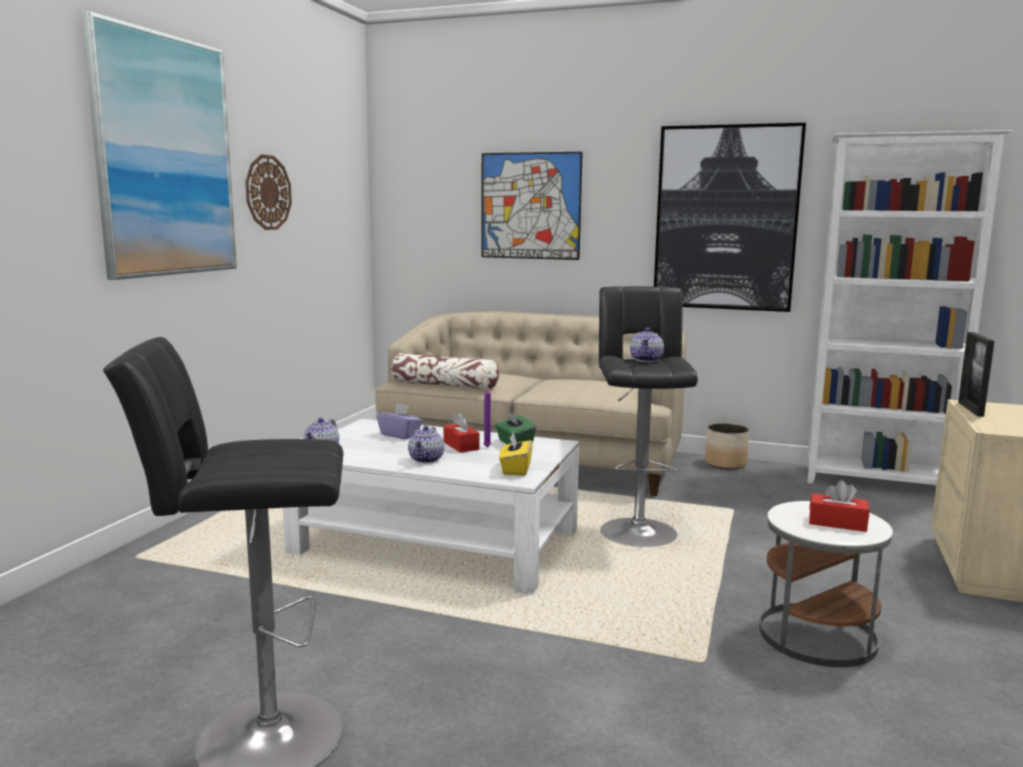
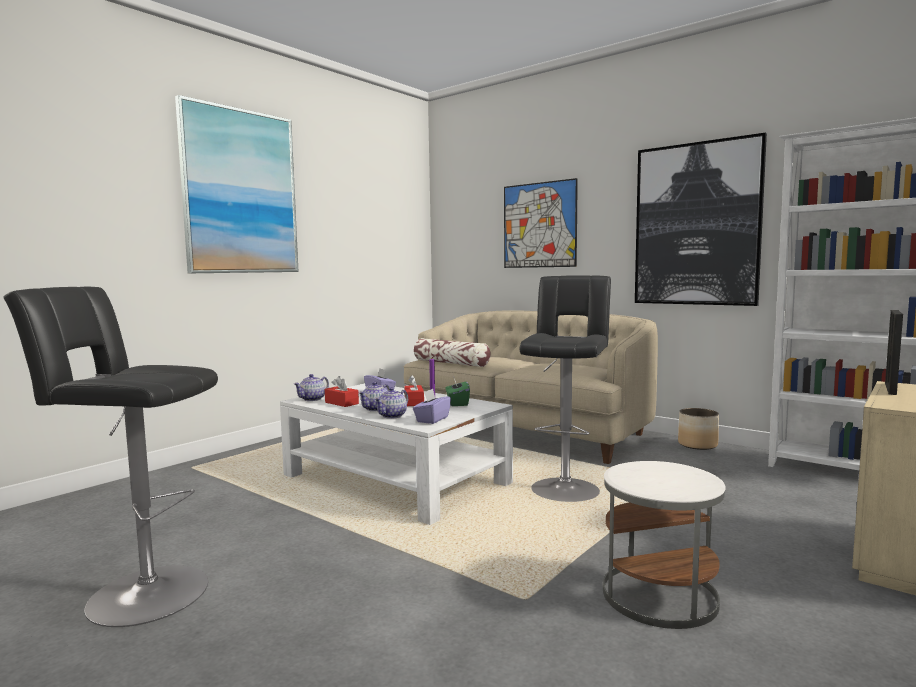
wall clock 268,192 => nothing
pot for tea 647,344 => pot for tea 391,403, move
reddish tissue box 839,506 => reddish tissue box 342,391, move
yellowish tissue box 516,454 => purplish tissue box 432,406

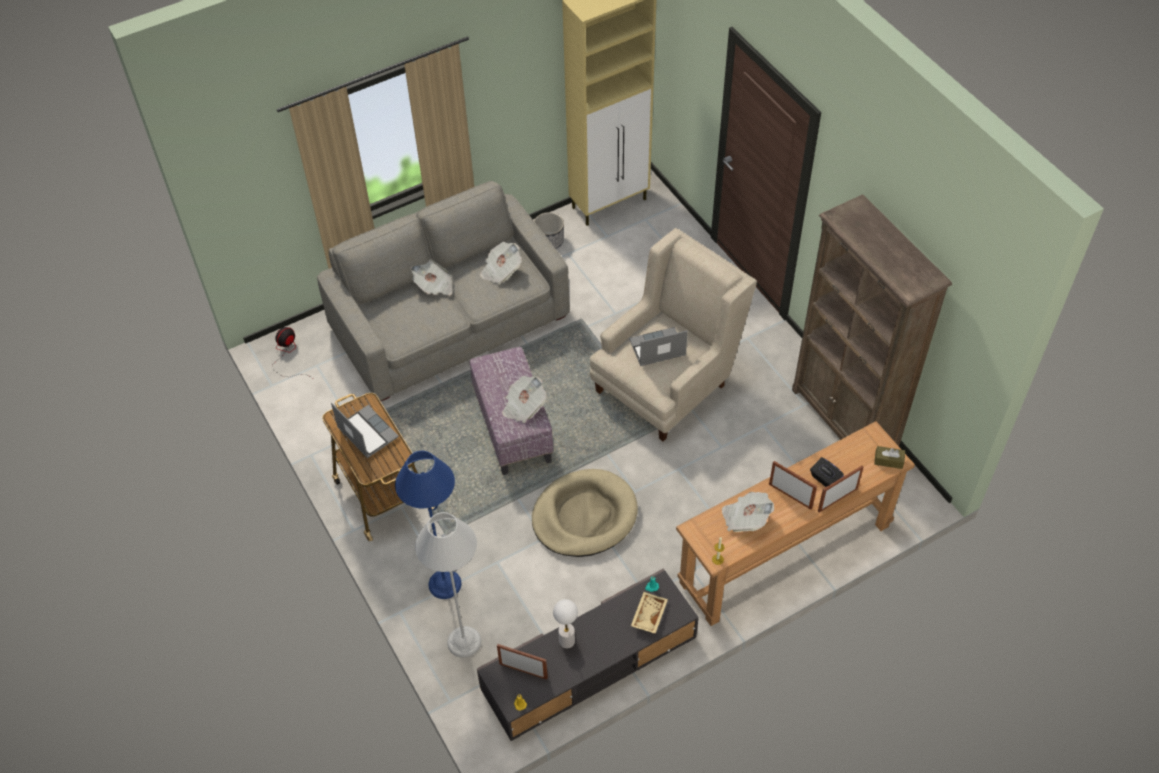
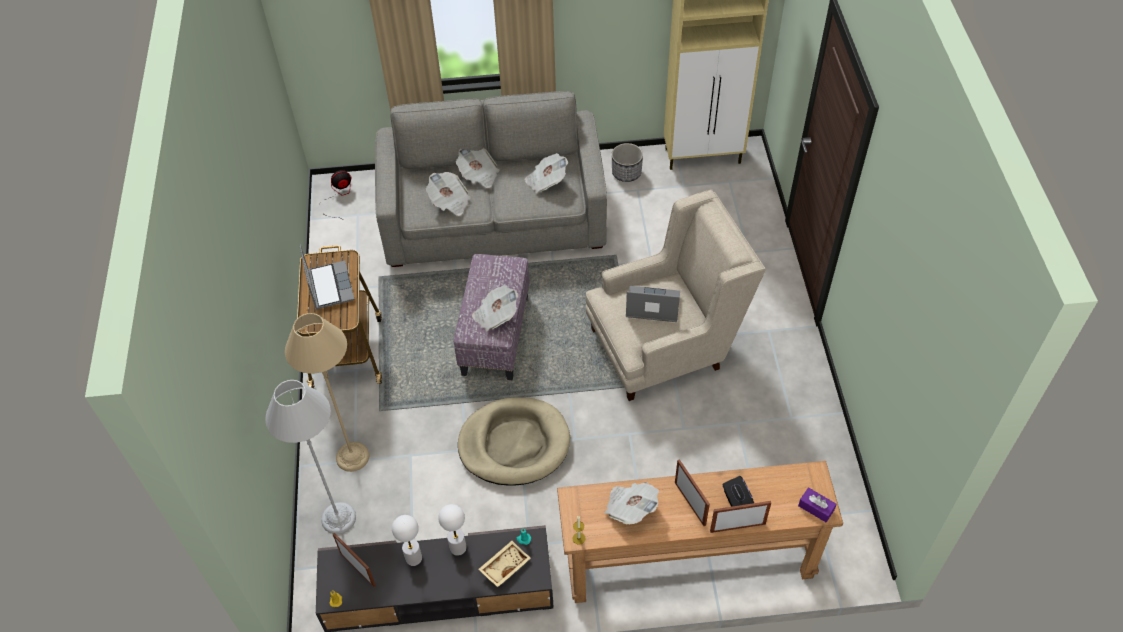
brown-coloured bookshelf 872,320 => nothing
nothing => newspaper 448,194
nothing => whitish tabletop lamp 452,530
blue-coloured standard lamp 428,525 => beige-coloured standard lamp 327,392
brown-coloured tissue box 889,457 => purplish tissue box 817,505

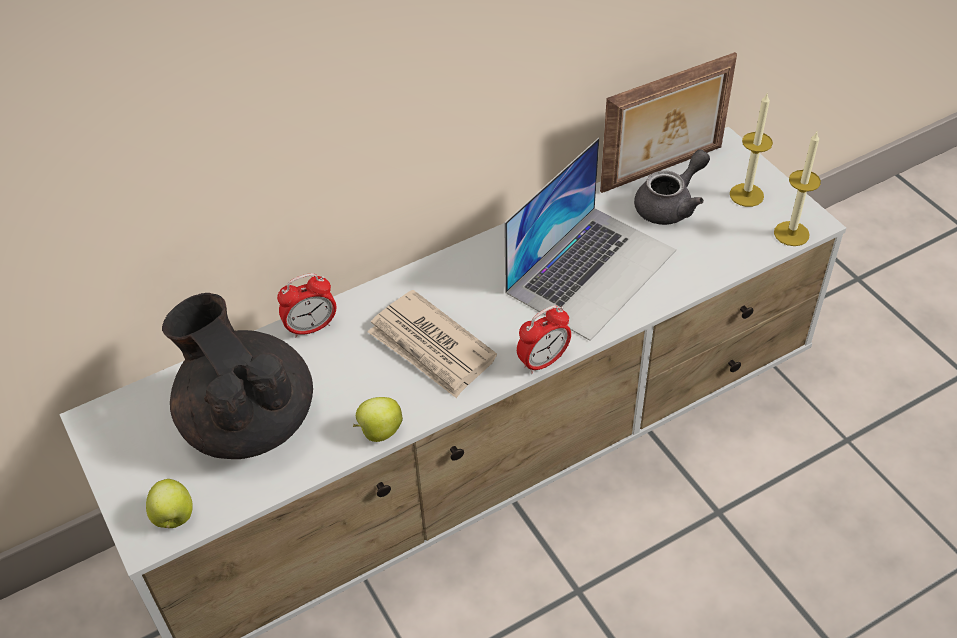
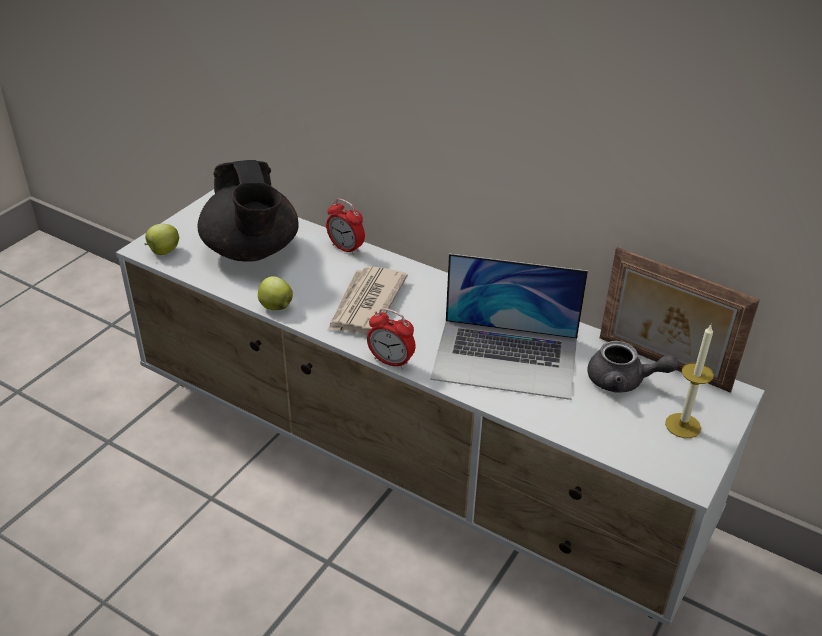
wax candle 797,189 => nothing
black-coloured pot for tea 237,376 => black-coloured pot for tea 248,211, 135 degrees clockwise

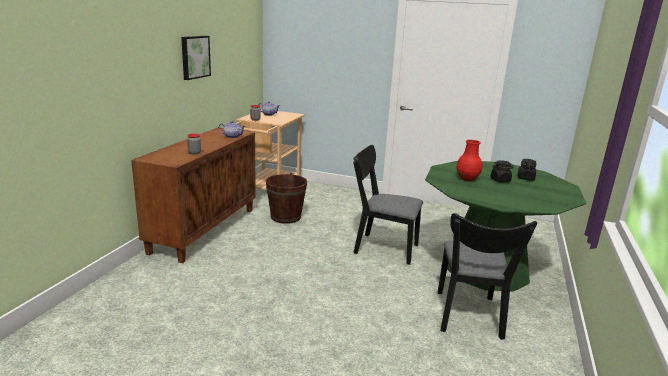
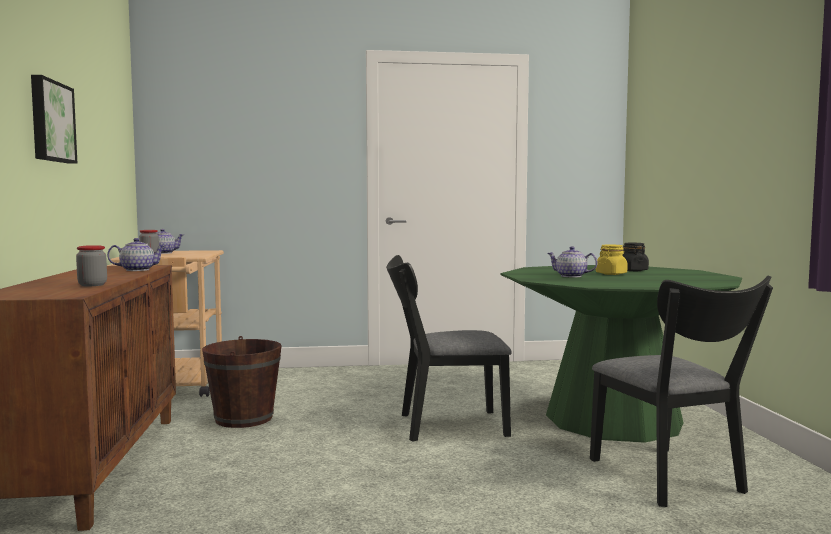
reddish flower vase 469,160 => pot for tea 572,261
black-coloured storage jar 502,171 => yellowish storage jar 612,260

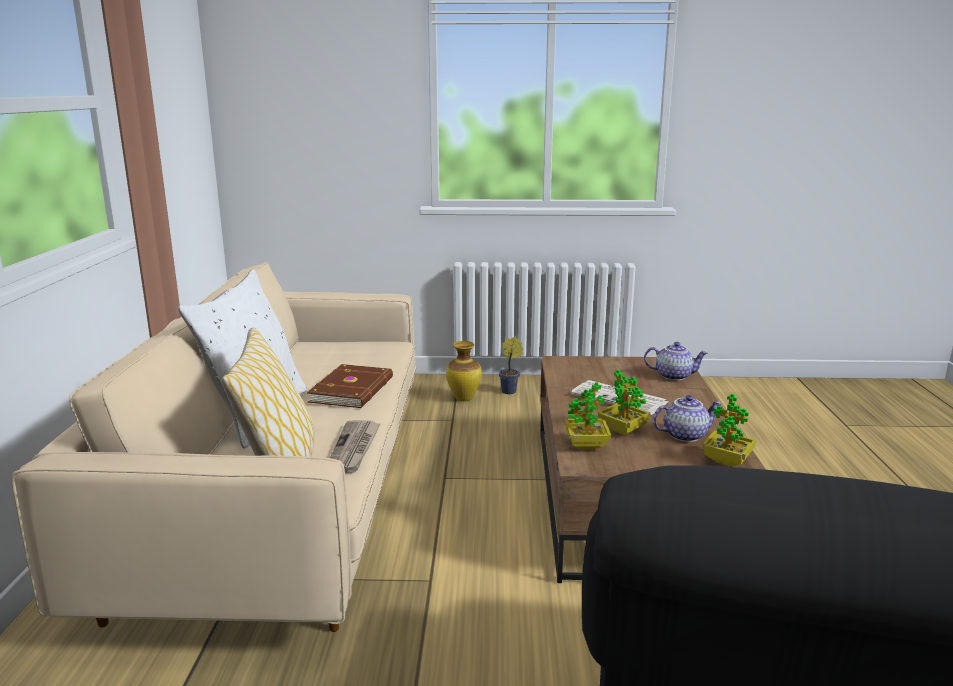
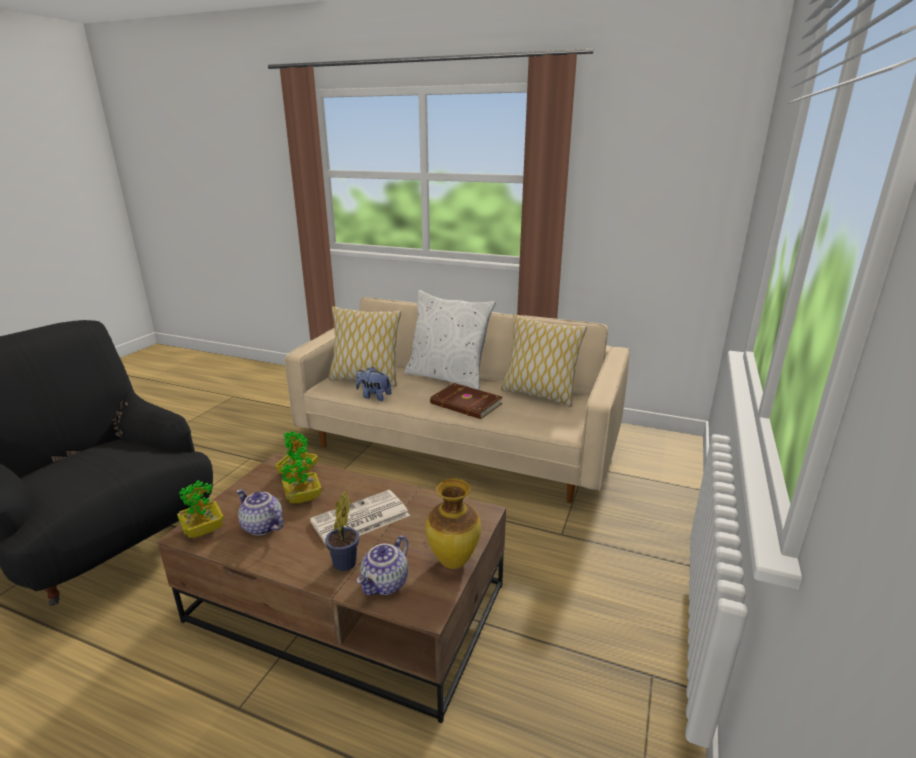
nothing => pillow 544,360
flower vase 464,371 => flower vase 453,523, move
plant in a pot 511,365 => plant in a pot 342,530, move
newspaper 355,446 => cuddly toy 373,384
pot for tea 687,418 => pot for tea 260,512, 120 degrees clockwise

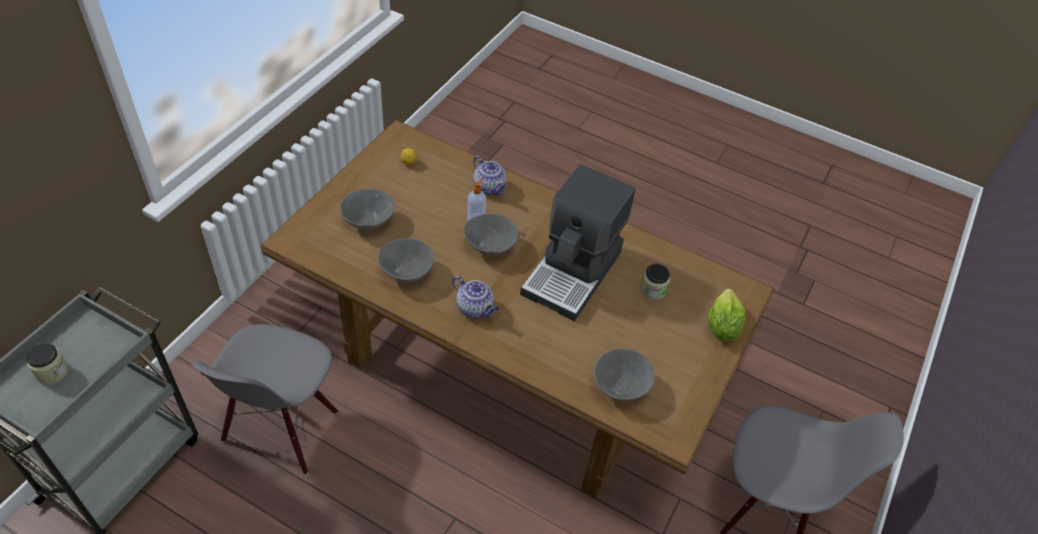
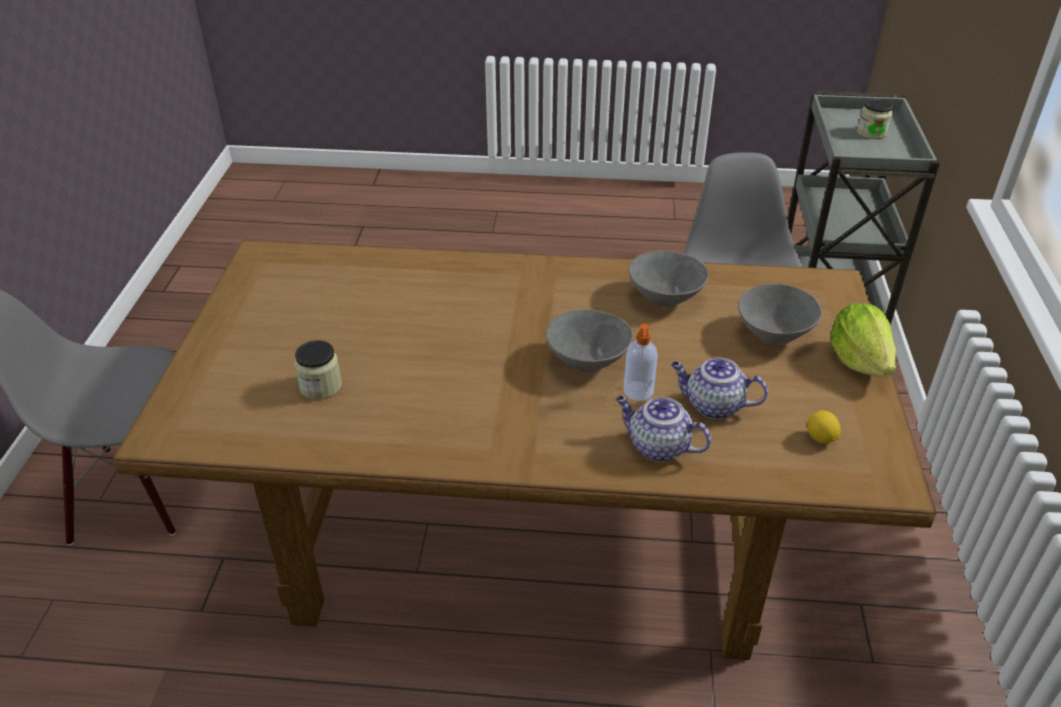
coffee brewer 578,242 => nothing
gray bowl 624,374 => nothing
pot for tea 476,297 => pot for tea 719,388, move
head of lettuce 726,314 => head of lettuce 863,340, move

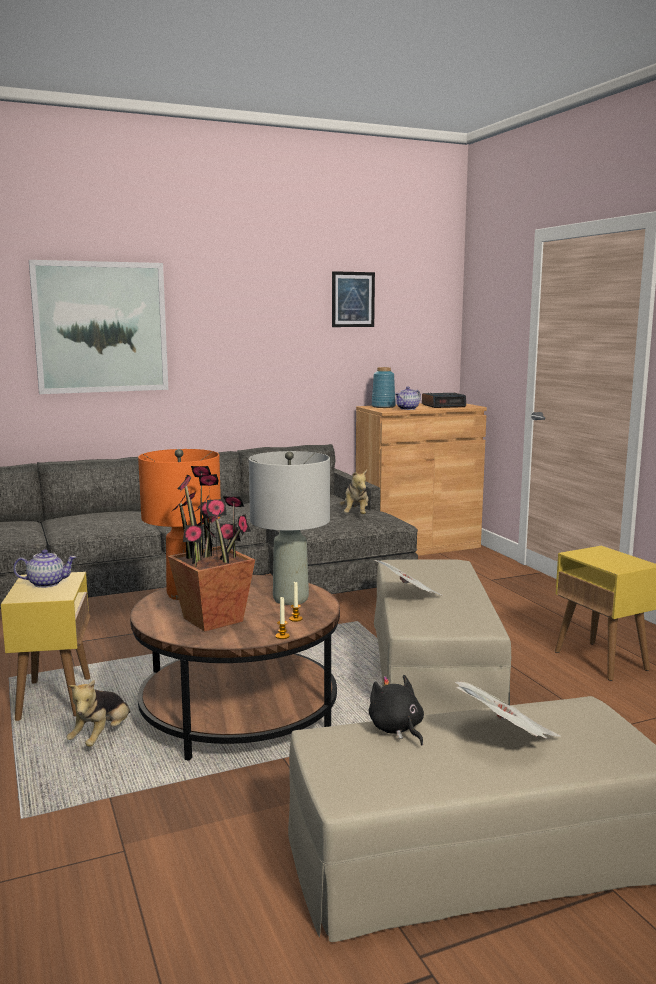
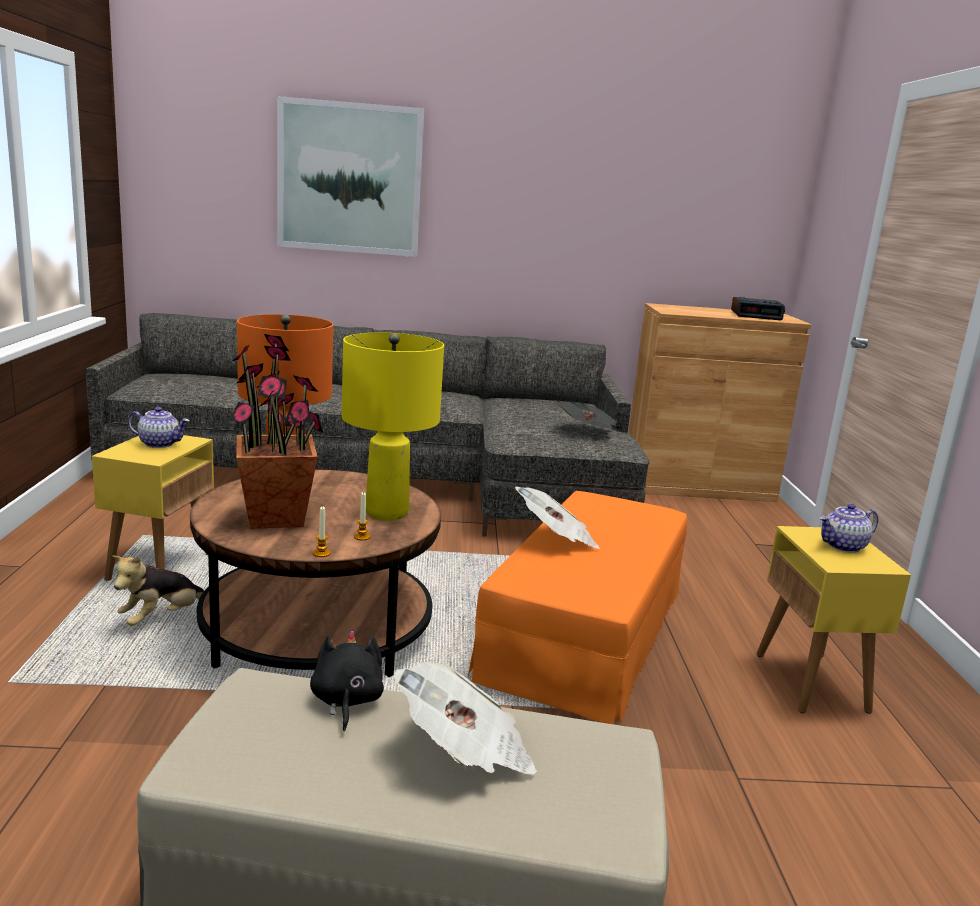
wall picture 353,299 => nothing
blue-coloured flower vase 383,387 => nothing
pot for tea 408,398 => pot for tea 848,528, move
cuddly toy 354,491 => newspaper 586,415
gray tabletop lamp 289,528 => yellowish tabletop lamp 392,427
beige-coloured ottoman 442,637 => orange ottoman 577,607

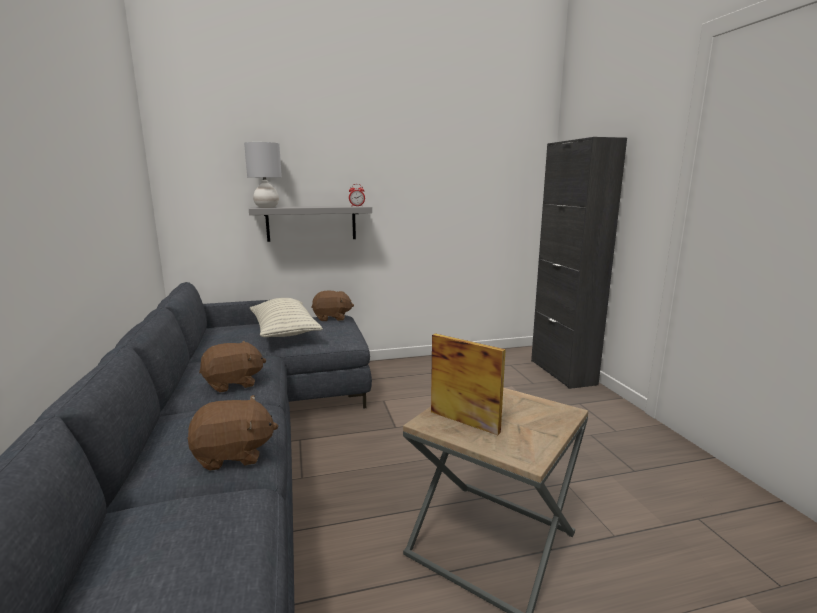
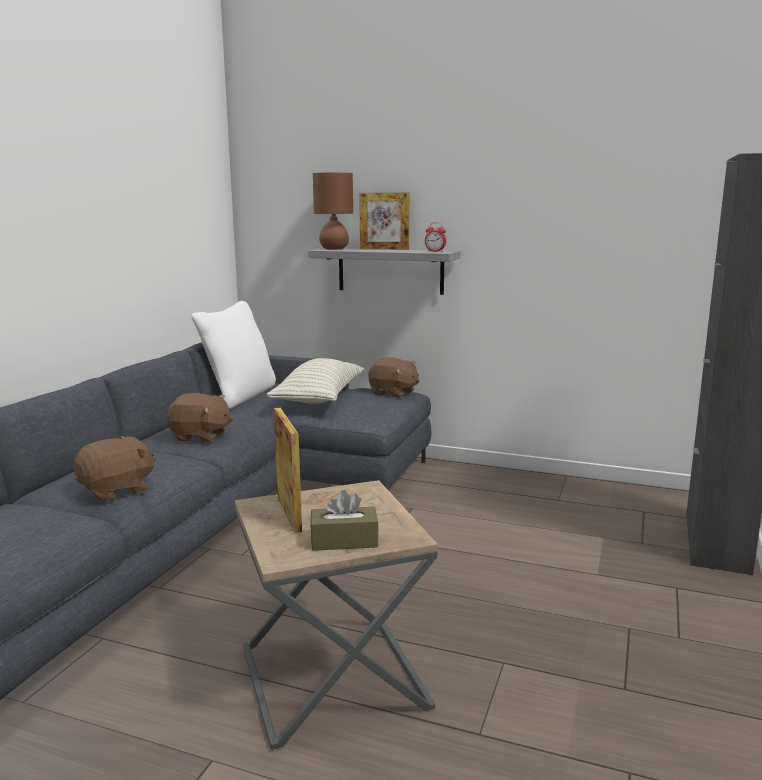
nothing => whitish pillow 233,355
nothing => brown-coloured tissue box 344,520
nothing => standing frame 384,221
gray tabletop lamp 263,175 => brown-coloured tabletop lamp 333,211
brown-coloured cuddly toy 232,433 => brown-coloured cuddly toy 114,469, 60 degrees counterclockwise

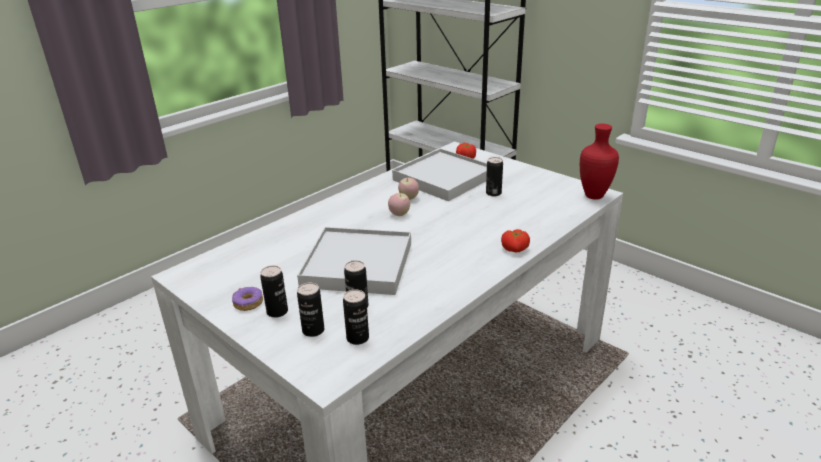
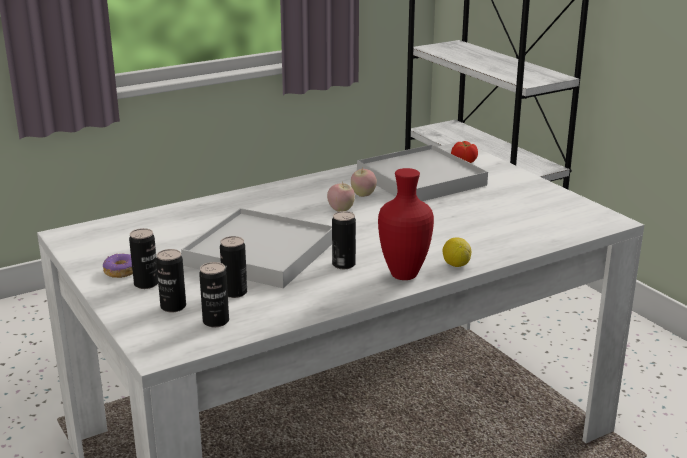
sealed can 494,176 => sealed can 344,240, move
reddish flower vase 599,162 => reddish flower vase 406,224, move
fresh tomato 515,240 => whole lemon 456,252

